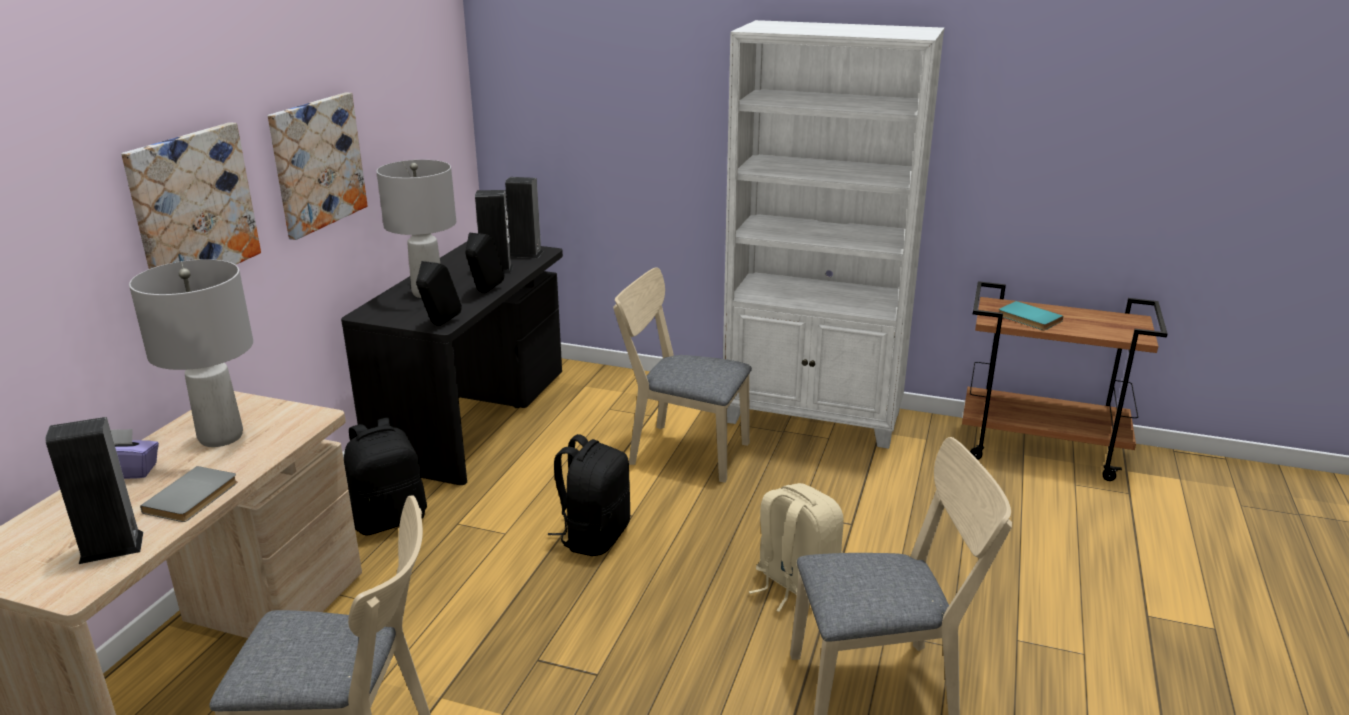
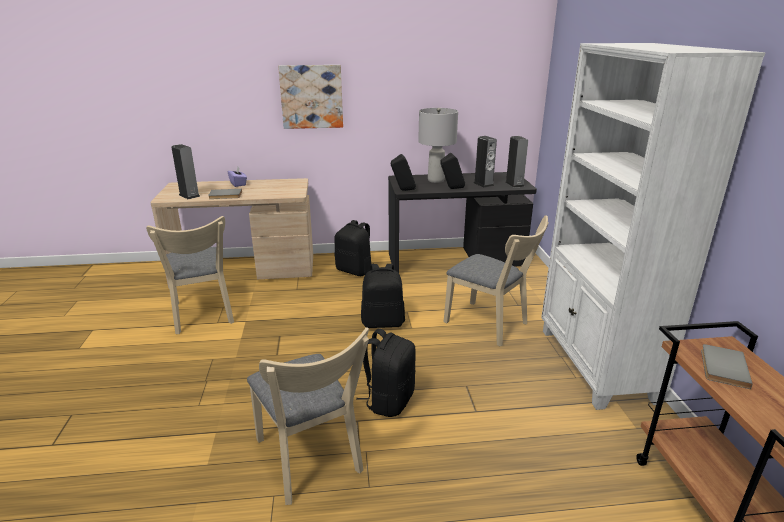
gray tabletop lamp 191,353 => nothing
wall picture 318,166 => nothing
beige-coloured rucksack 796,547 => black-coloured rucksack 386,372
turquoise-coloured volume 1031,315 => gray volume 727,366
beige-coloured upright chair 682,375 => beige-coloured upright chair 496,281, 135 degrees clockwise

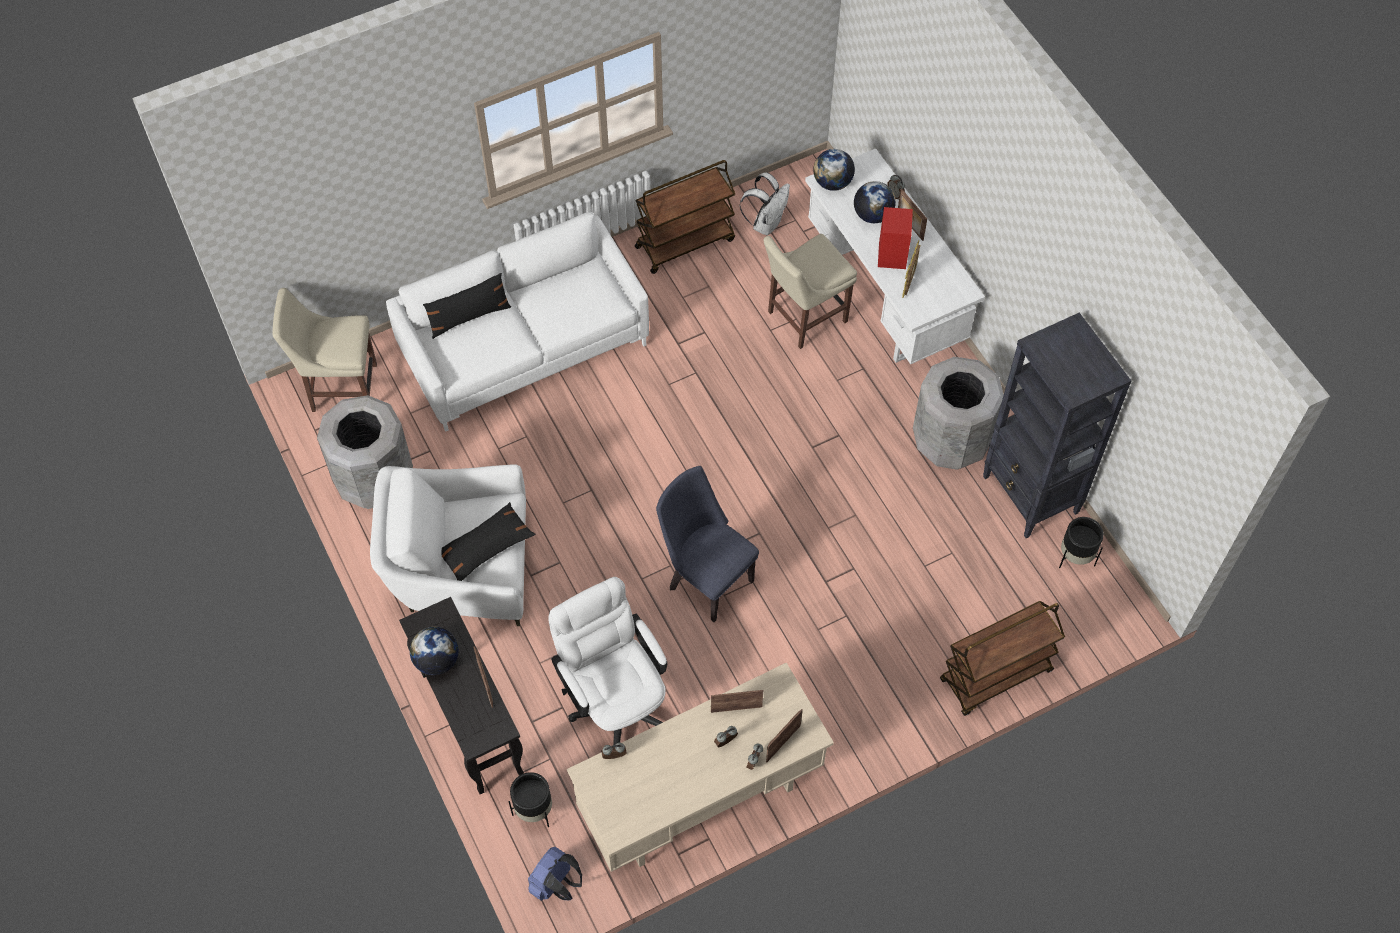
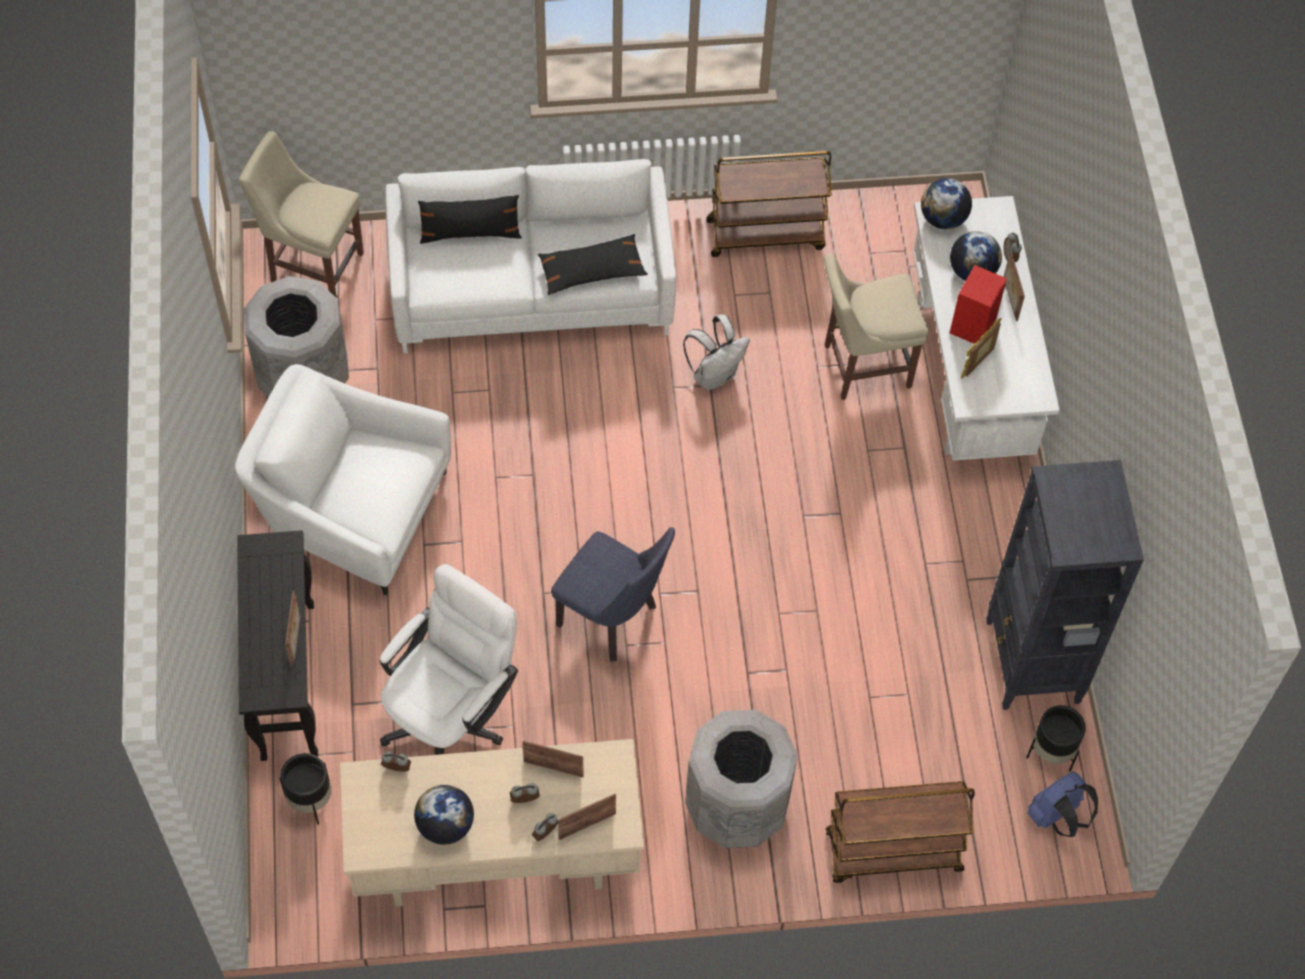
desk globe 434,651 => desk globe 444,815, move
black-coloured pillow 488,541 => black-coloured pillow 593,264, move
blue-coloured rucksack 555,874 => blue-coloured rucksack 1062,804, move
whitish rucksack 765,203 => whitish rucksack 716,352, move
gray rubbish bin 958,413 => gray rubbish bin 741,778, move
whitish desk chair 608,661 => whitish desk chair 449,659, 45 degrees clockwise
blue-coloured upright chair 707,544 => blue-coloured upright chair 613,594, 150 degrees clockwise

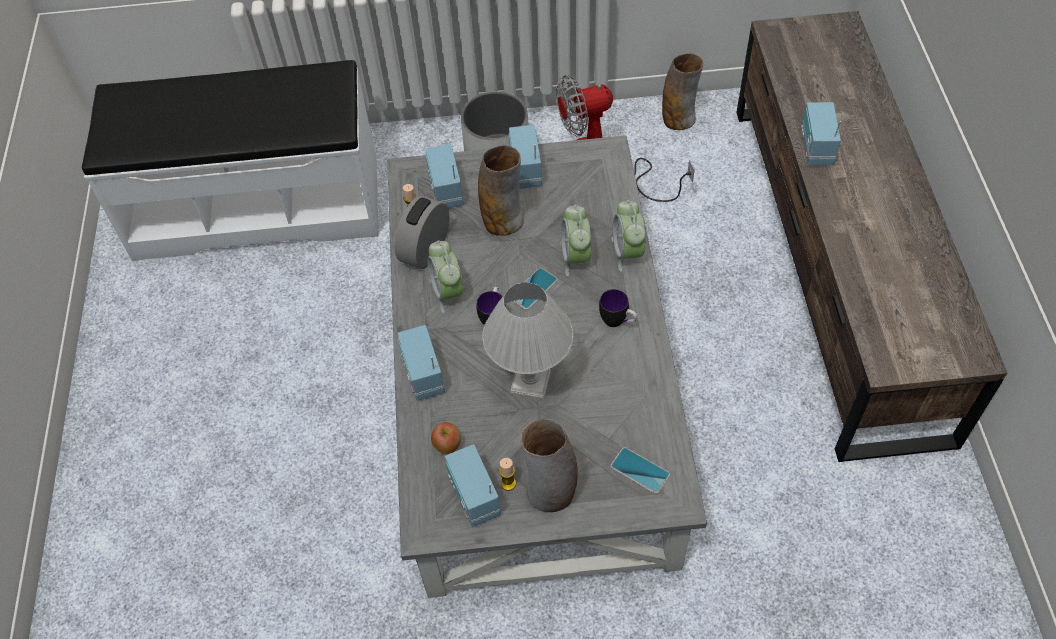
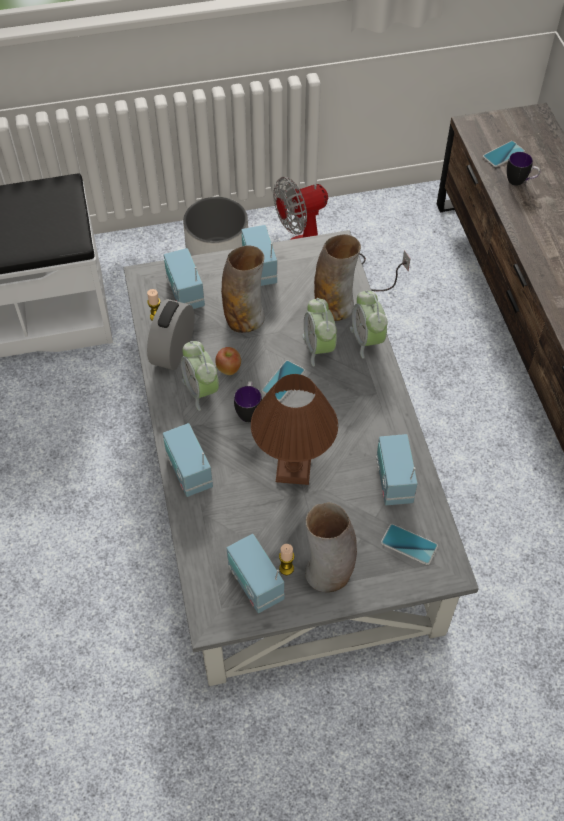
nothing => handset 504,154
apple fruit 446,438 => apple fruit 228,361, move
tea mug 618,308 => tea mug 523,169, move
flower vase 683,91 => flower vase 337,277, move
radio set 821,133 => radio set 396,469, move
whitish tabletop lamp 527,340 => brown-coloured tabletop lamp 294,429

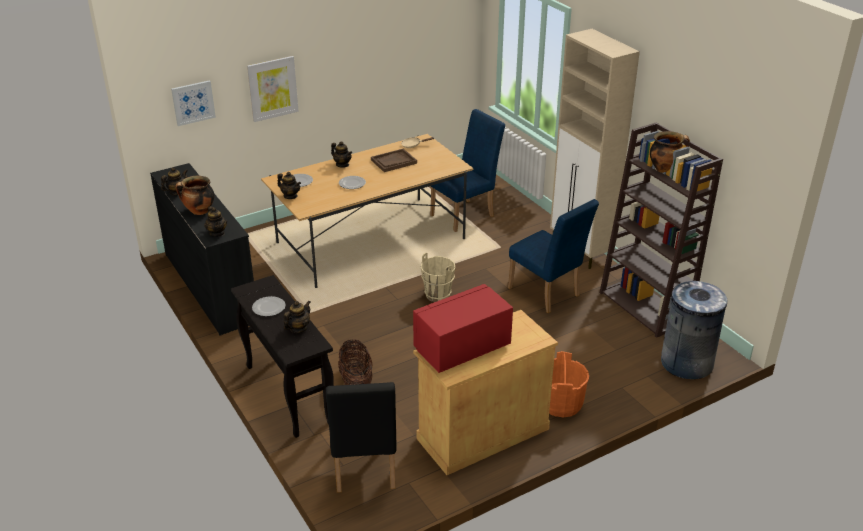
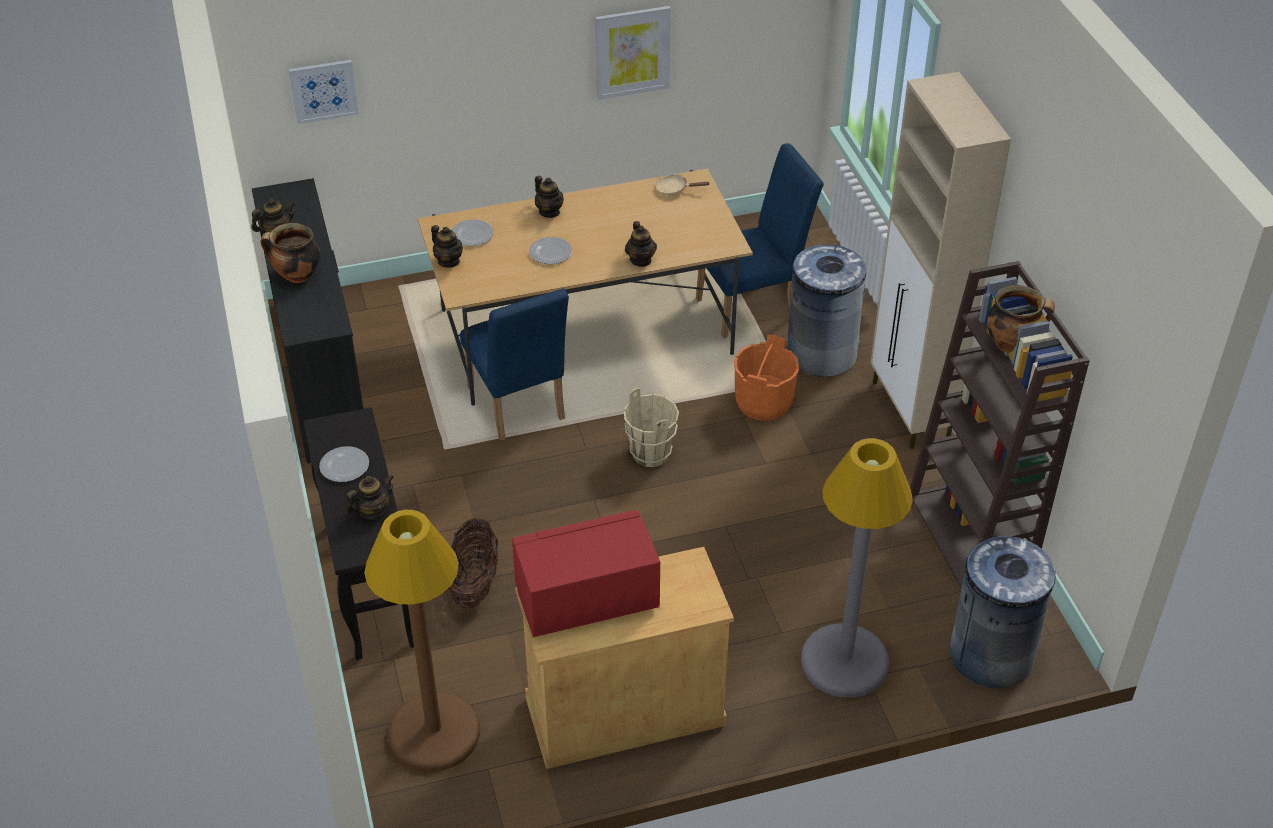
brown-coloured serving tray 394,160 => nothing
nothing => gray rubbish bin 827,310
nothing => gray standard lamp 857,568
pot for tea 215,221 => pot for tea 641,244, move
wall picture 273,89 => wall picture 633,53, move
blue-coloured upright chair 553,256 => blue-coloured upright chair 514,364, move
orange pail 569,384 => orange pail 766,378, move
black-coloured upright chair 361,437 => brown-coloured standard lamp 422,641

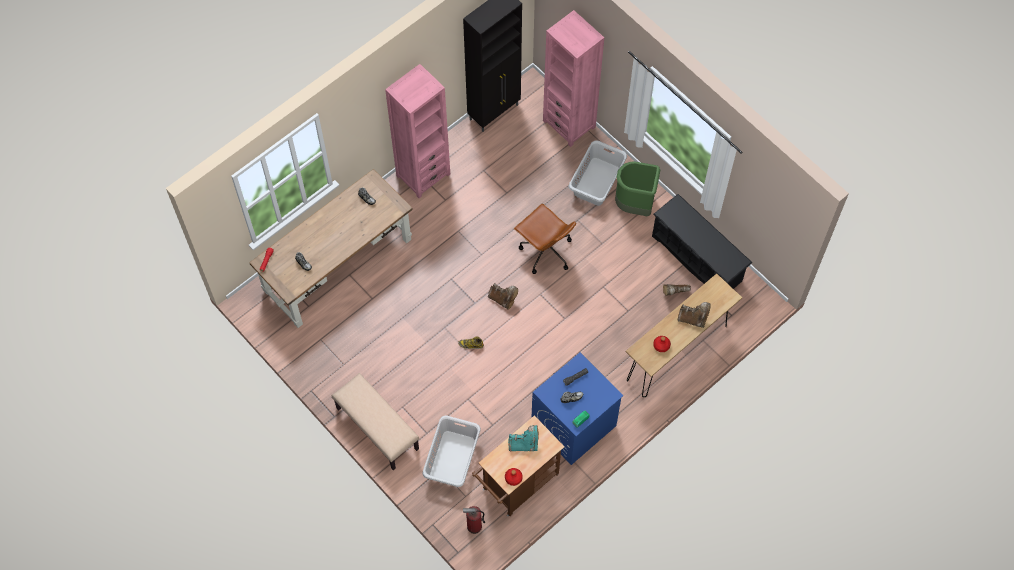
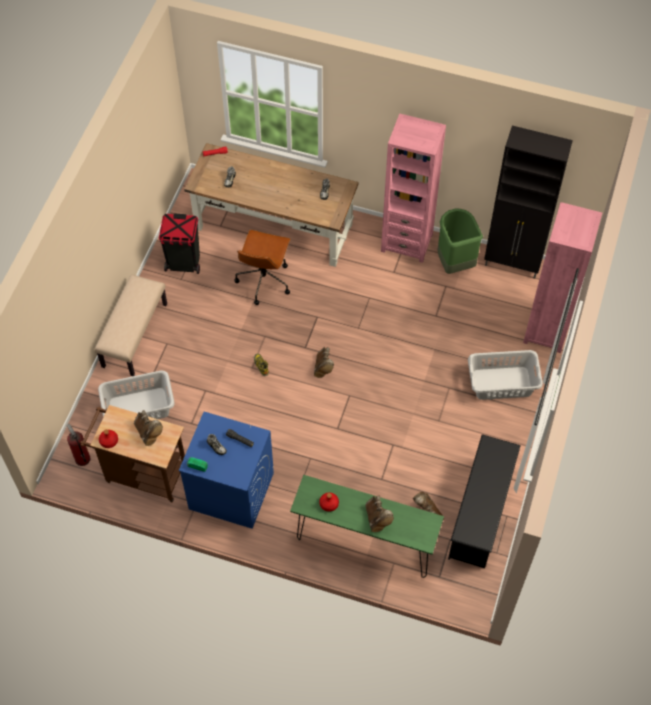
nothing => black-coloured rubbish bin 179,243
brown-coloured desk chair 545,239 => brown-coloured desk chair 262,267, move
green-coloured rubbish bin 637,188 => green-coloured rubbish bin 460,241, move
turquoise-coloured high-top boot 523,438 => brown-coloured high-top boot 148,428
brown-coloured narrow table 684,335 => green-coloured narrow table 367,526

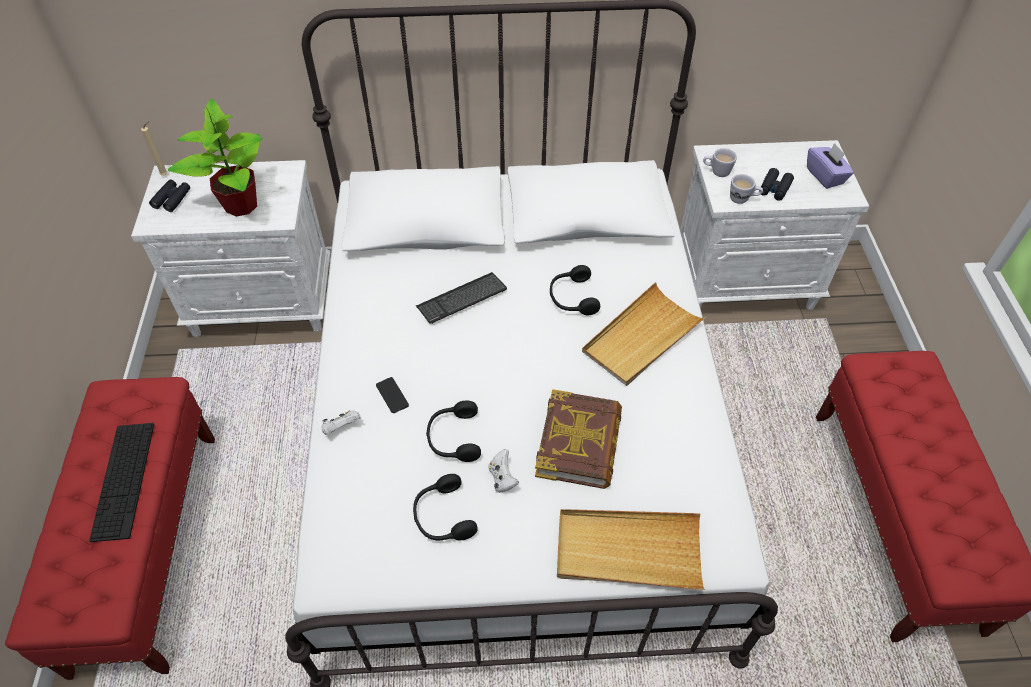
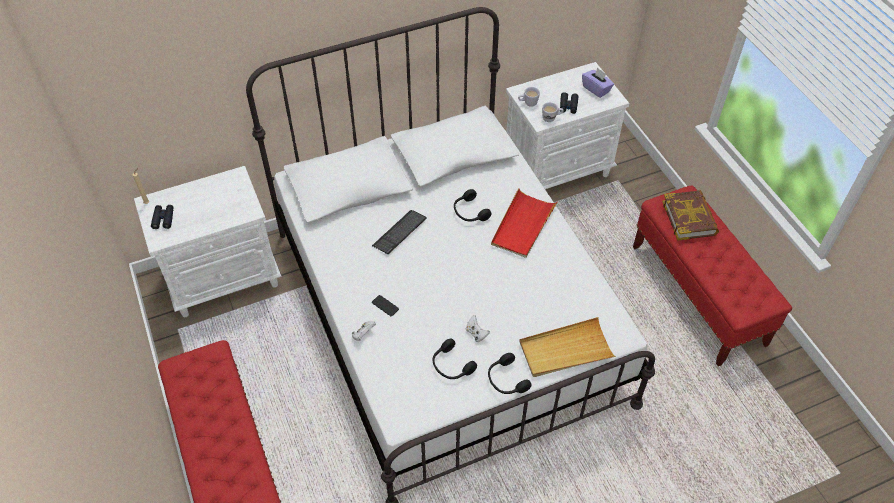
PC keyboard 121,482 => nothing
plant in a pot 215,157 => nothing
black-coloured headphones 453,431 => black-coloured headphones 510,373, move
volume 578,439 => volume 690,215, move
beige-coloured serving tray 644,334 => reddish serving tray 524,223

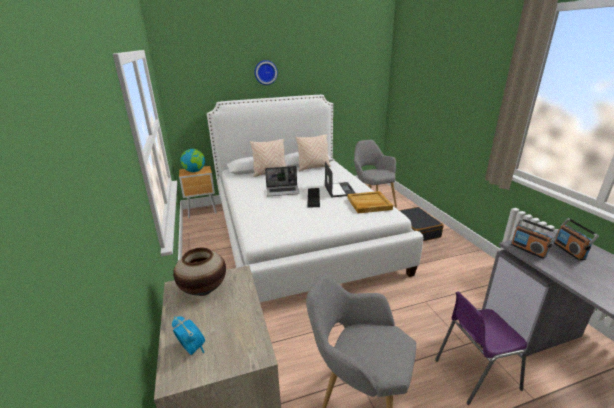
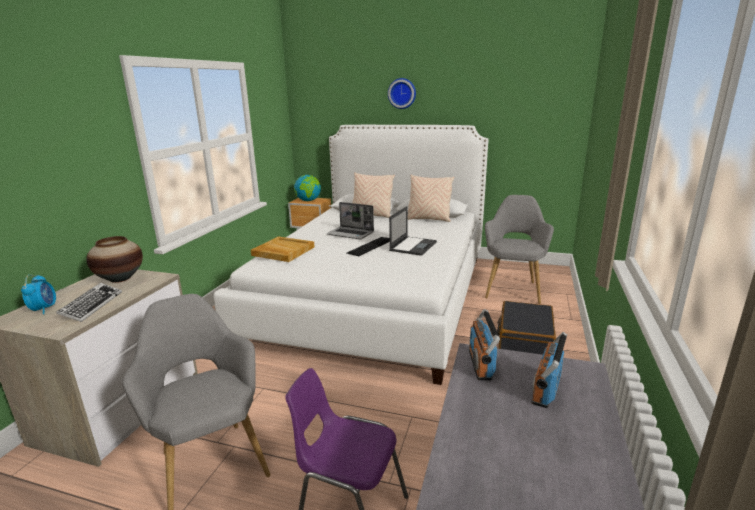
nothing => PC keyboard 89,302
beige-coloured serving tray 370,202 => beige-coloured serving tray 283,249, move

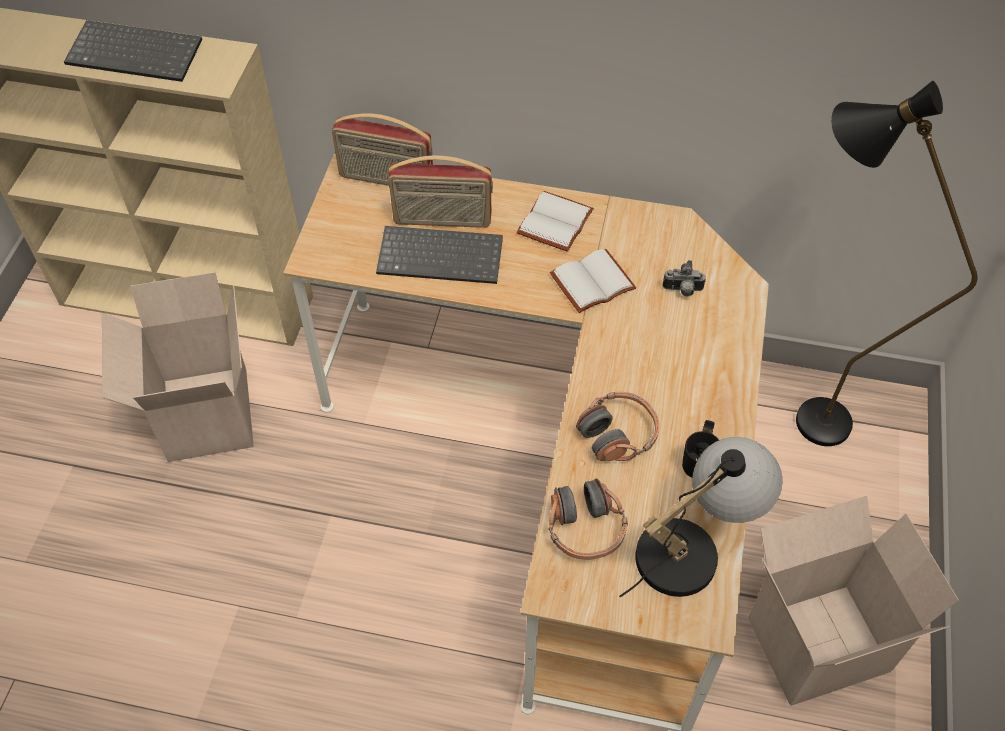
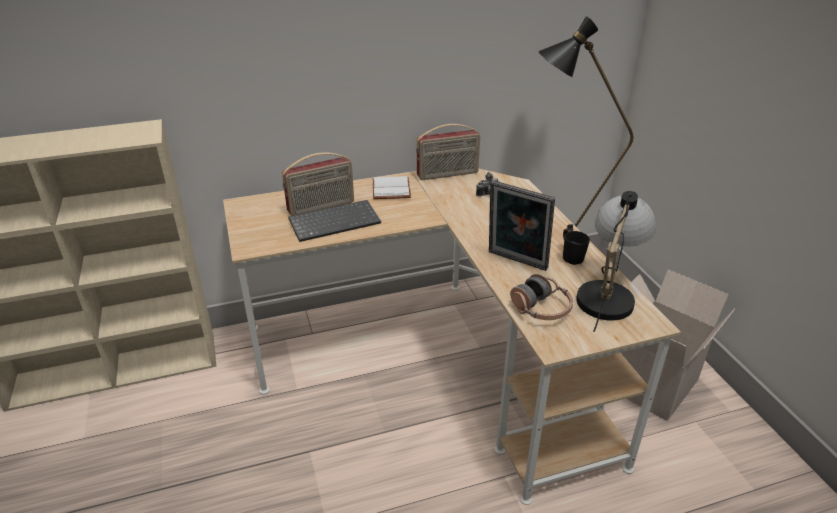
PC keyboard 133,51 => nothing
carton 178,367 => nothing
whitish volume 593,281 => nothing
radio set 382,149 => radio set 448,152, move
headphones 618,426 => standing frame 522,225

